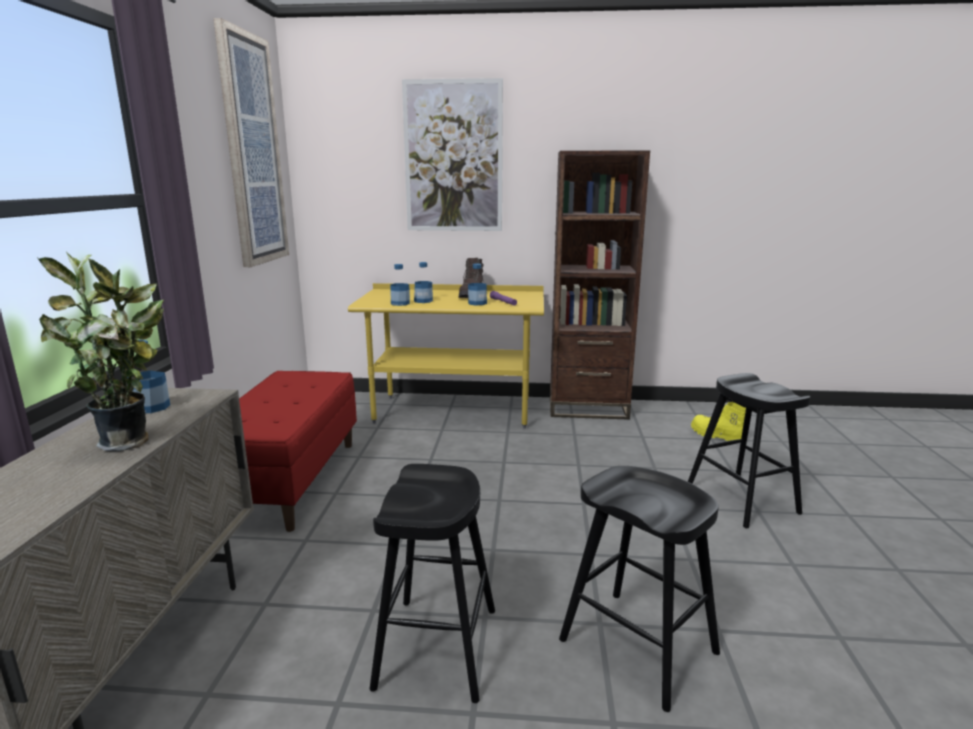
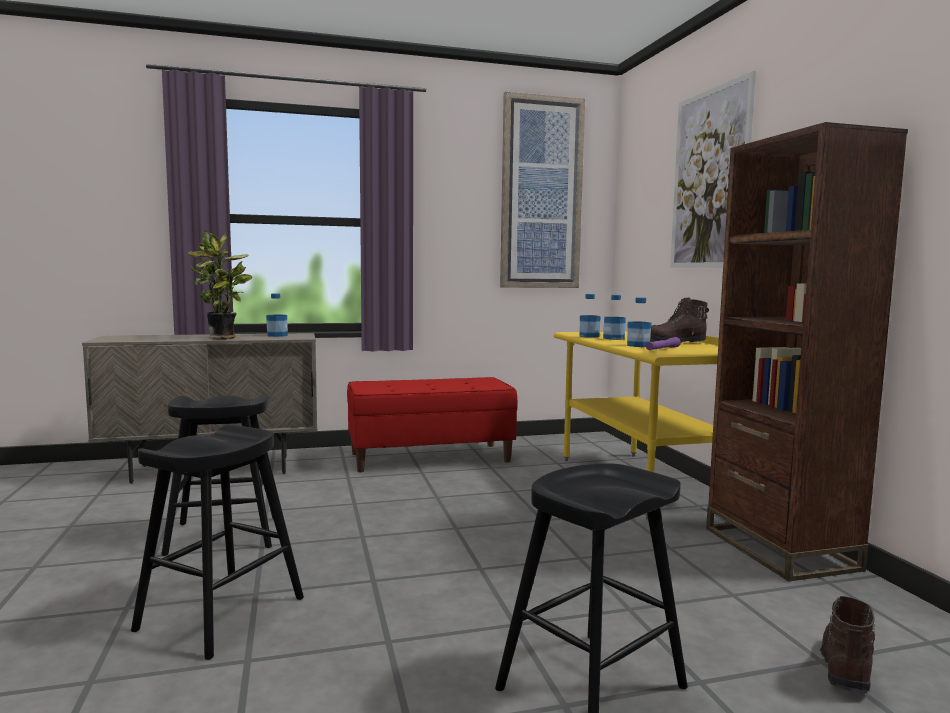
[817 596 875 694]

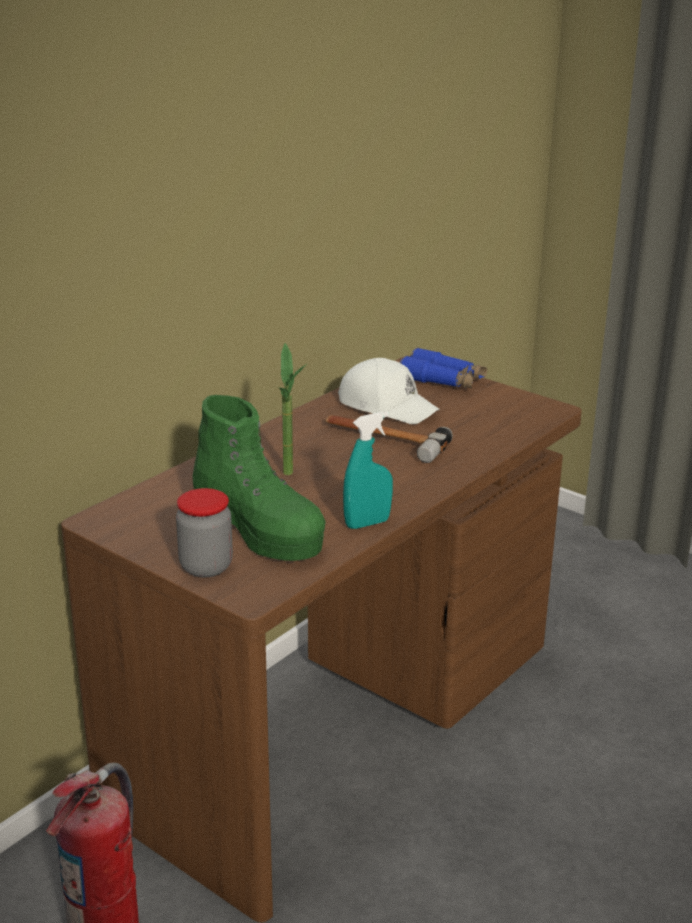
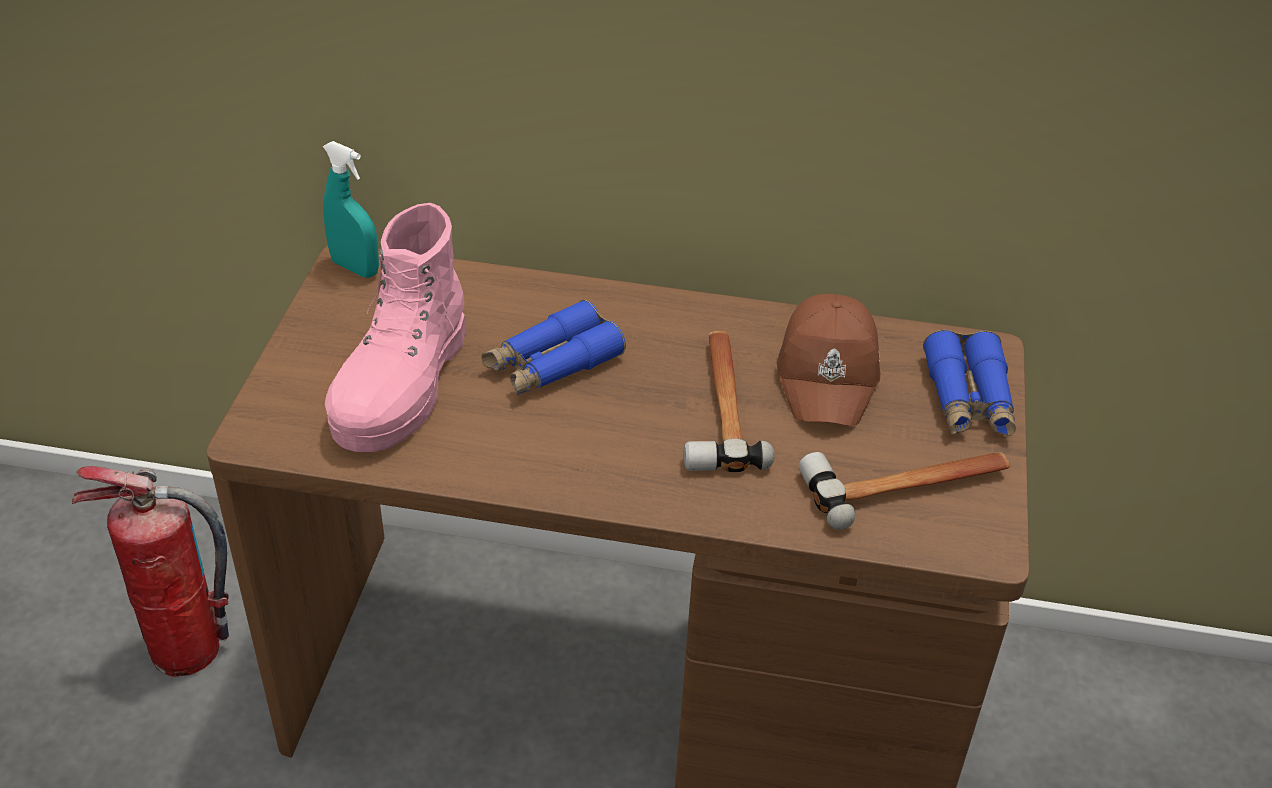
[176 488 233 578] (first image)
[799 452 1010 530]
[323 141 379 277]
[482 300 626 396]
[325 203 466 452]
[777 294 880 426]

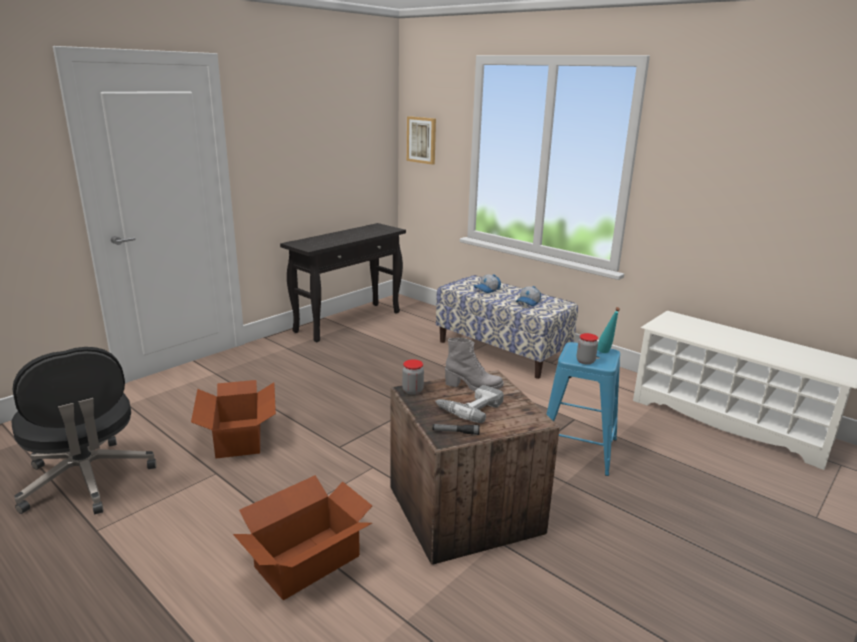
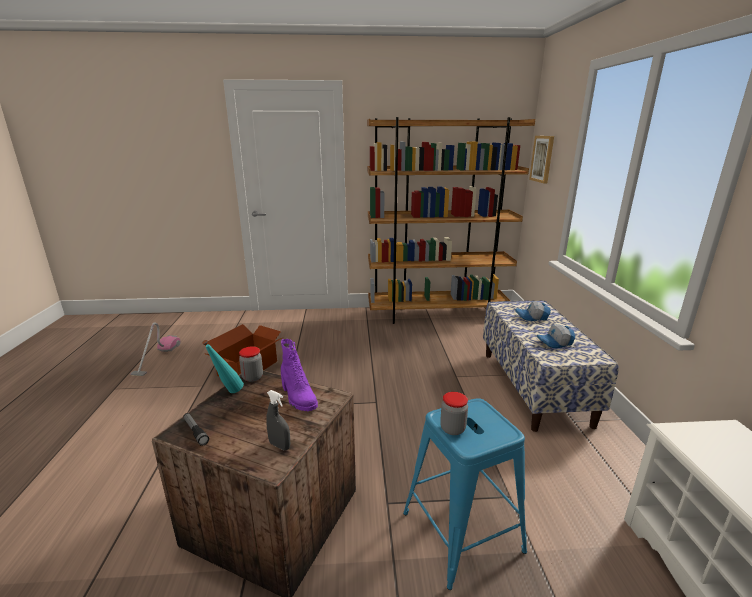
[233 475 372 600] (first image)
[436 385 504 423] (first image)
[266 390 290 450]
[202 340 244 393]
[130 322 181 376]
[367 117 535 324]
[281 339 318 411]

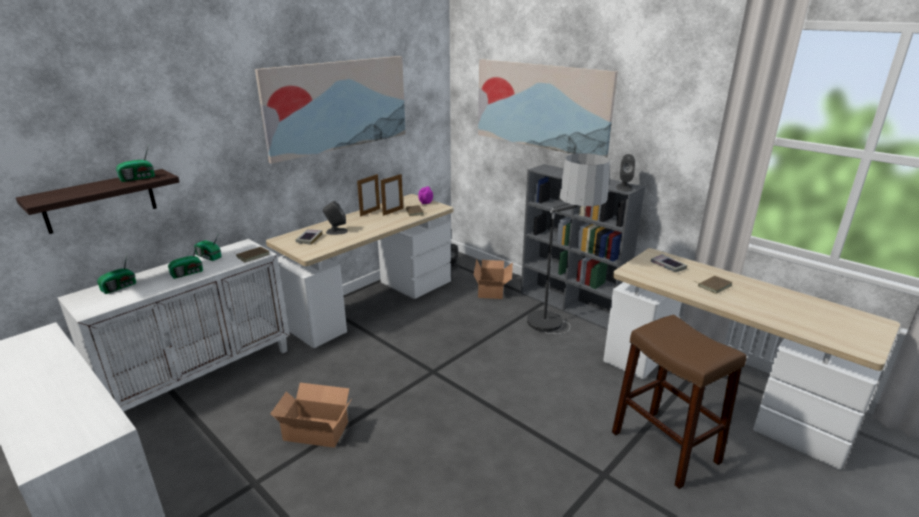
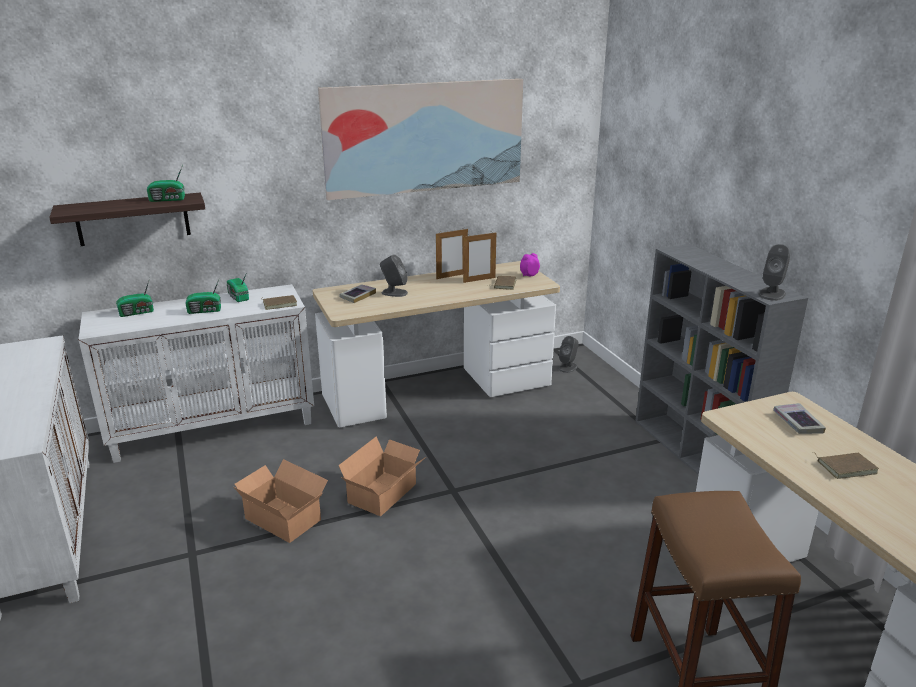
[478 59 618 158] (first image)
[527 153 610 334] (first image)
[339 436 426 516]

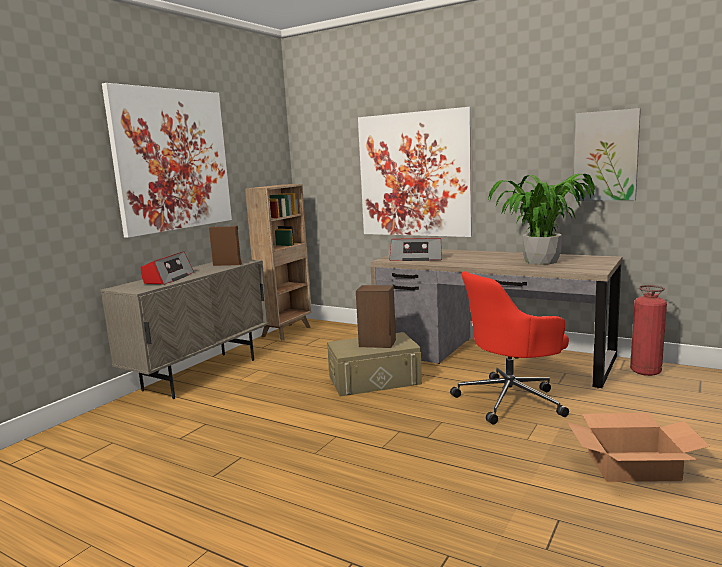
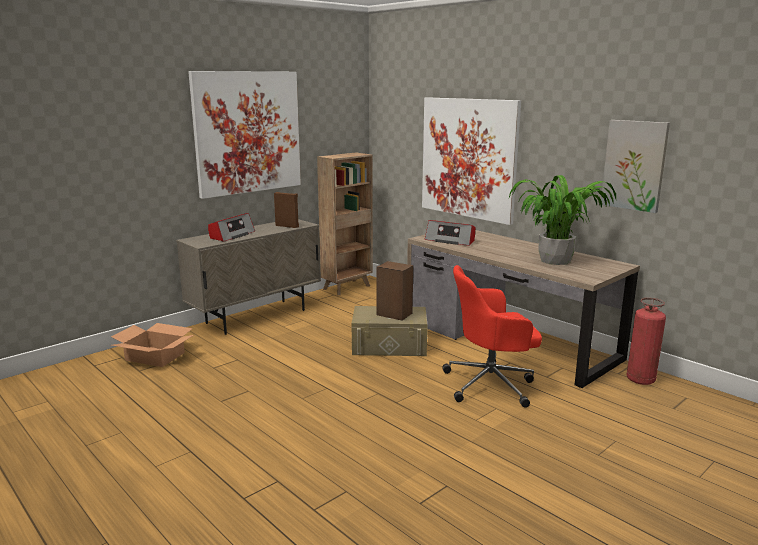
[111 323 194 367]

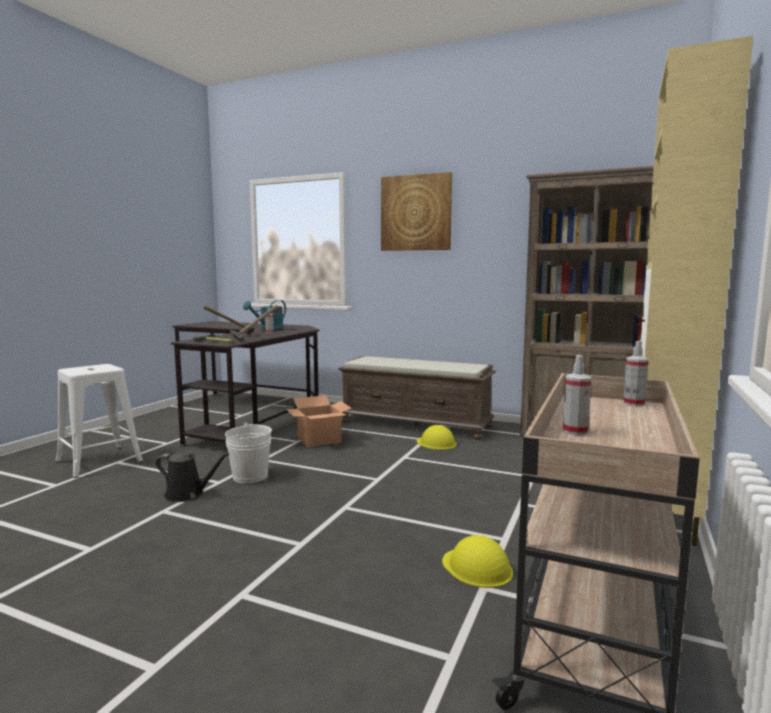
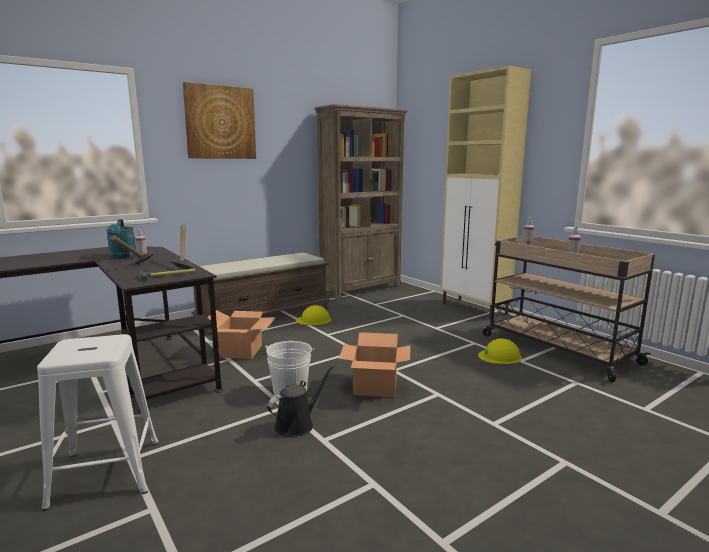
[339 332 410 397]

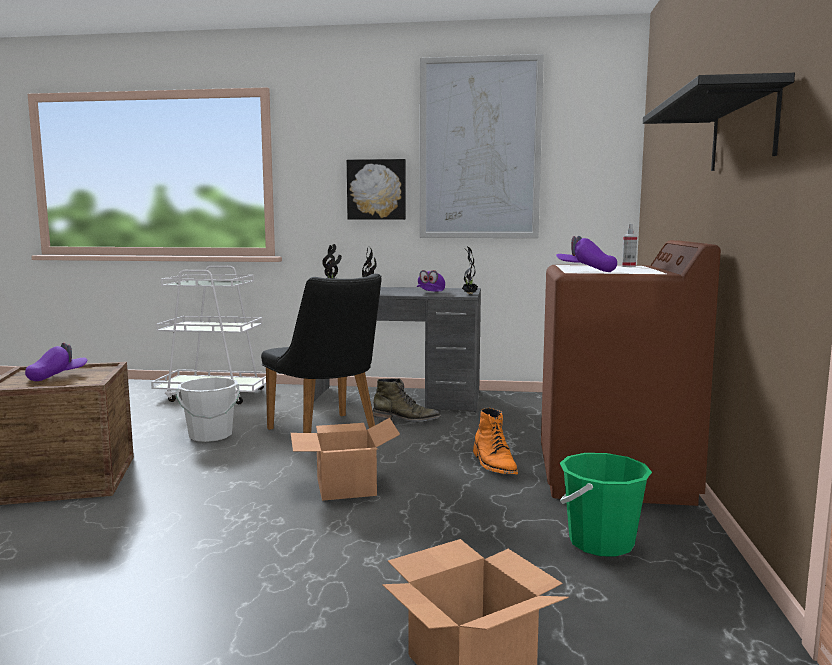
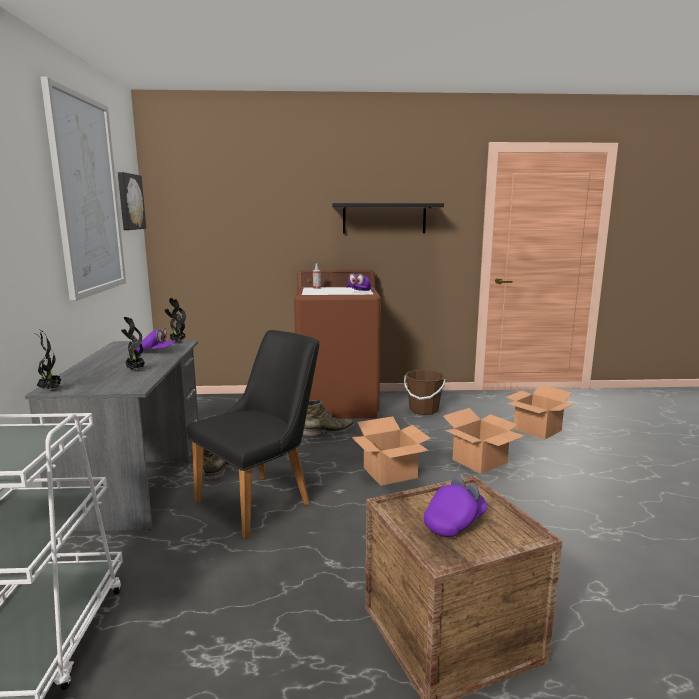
[177 378 240 442] (first image)
[443 408 525 474]
[118 172 146 230]
[303 400 354 436]
[404 370 446 415]
[424 477 487 537]

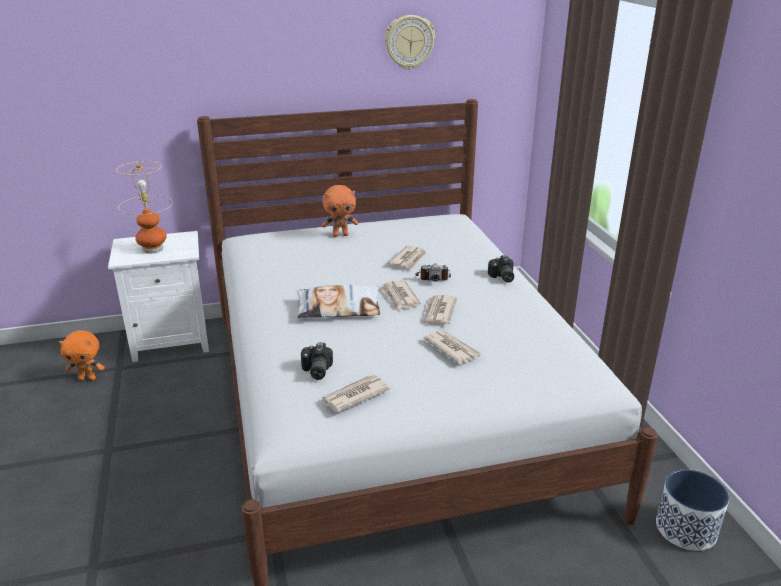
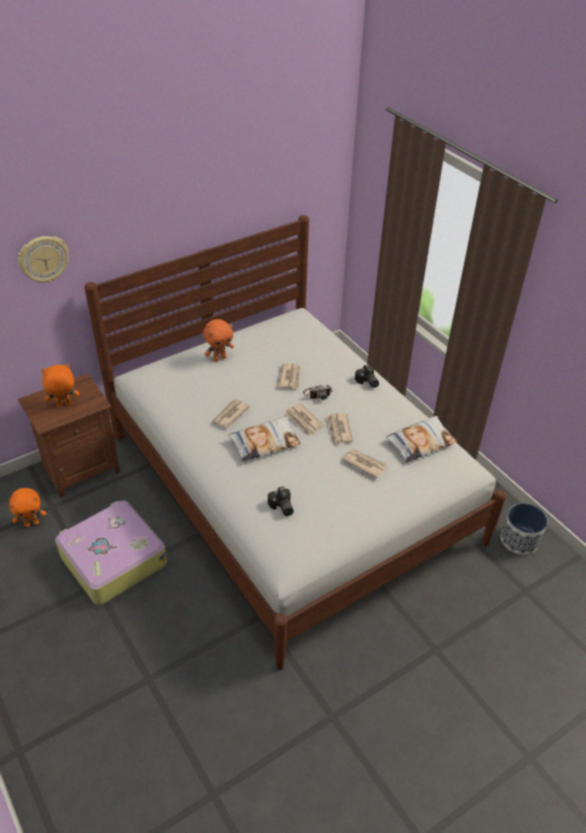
[55 500 167 605]
[386 416 457 463]
[212 399 250 428]
[18 236 68 283]
[41 364 79 407]
[18 374 120 498]

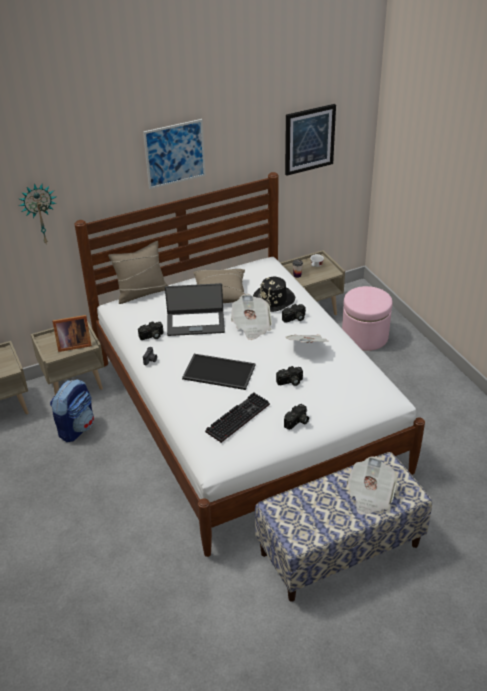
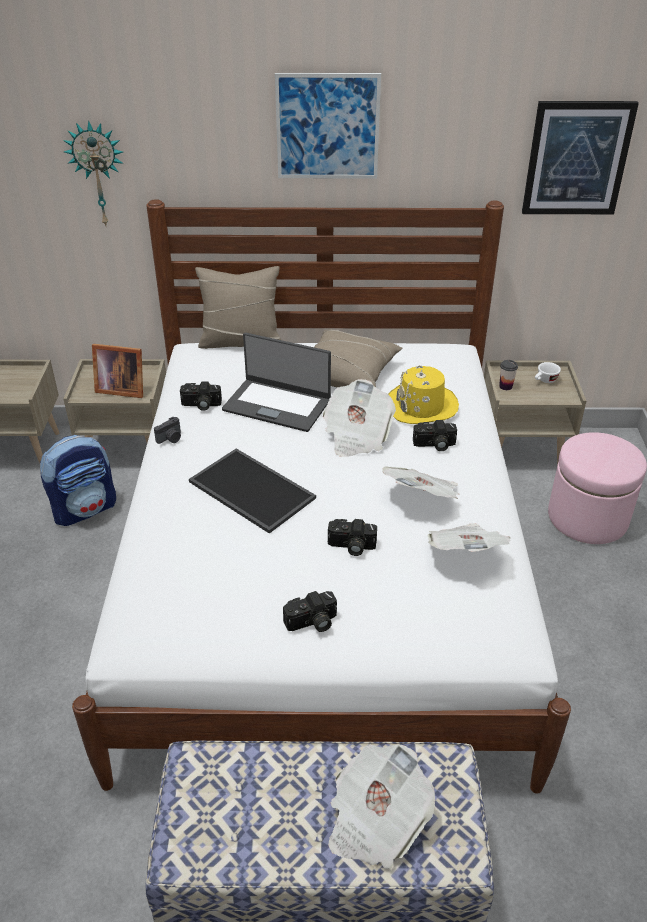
[205 392 270 443] (first image)
[427 523 511 552]
[388 365 459 424]

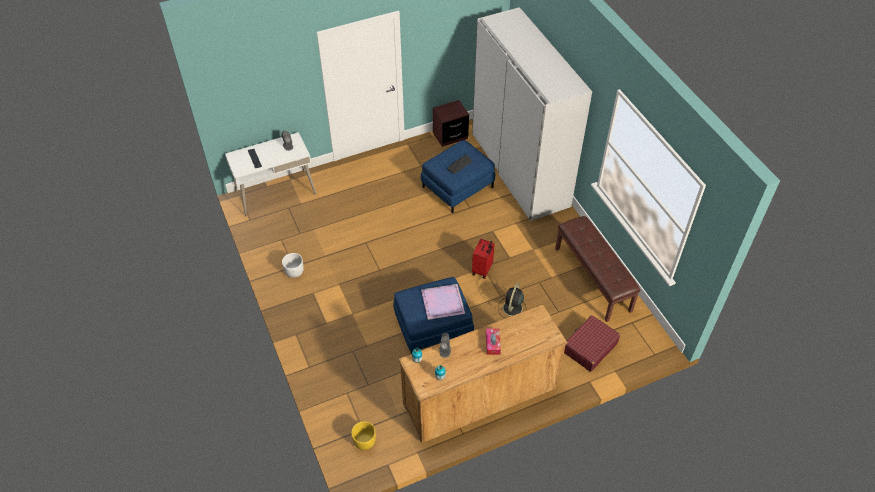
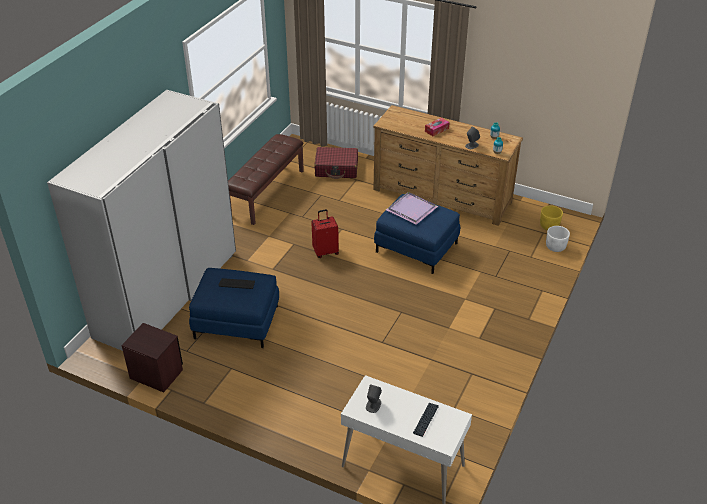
[498 283 527 318] (first image)
[546 226 570 252]

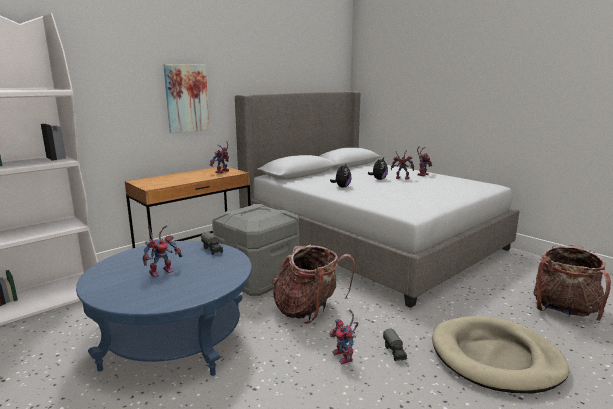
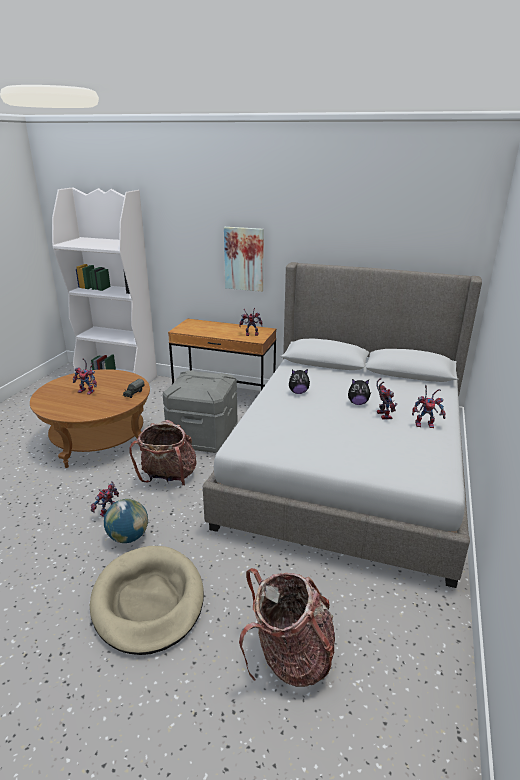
[104 499 148 543]
[30 369 150 468]

